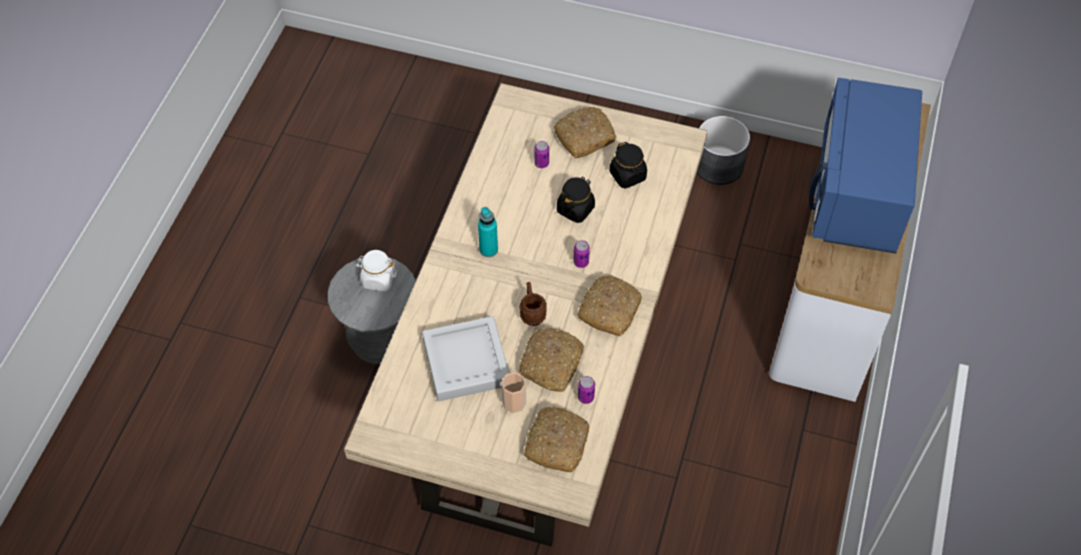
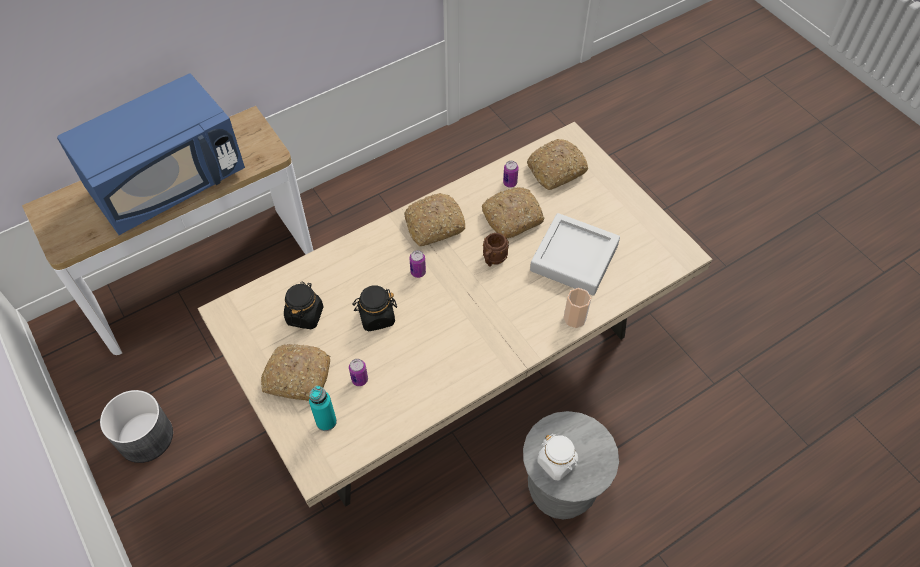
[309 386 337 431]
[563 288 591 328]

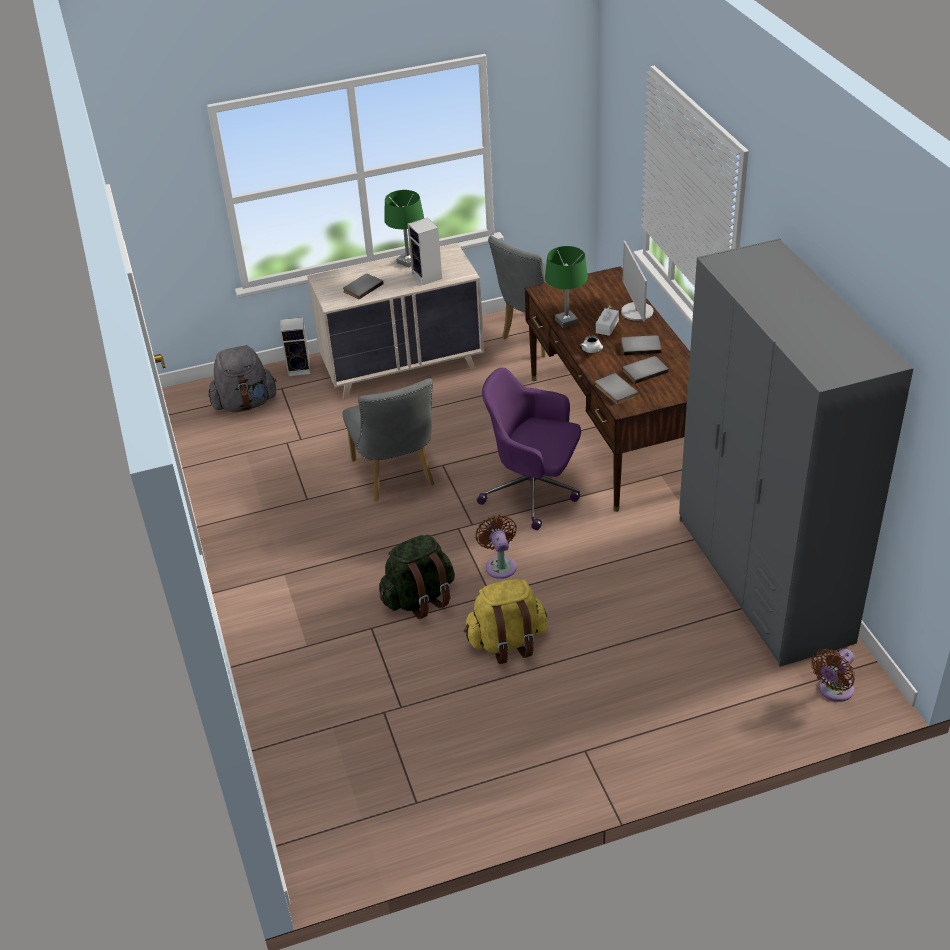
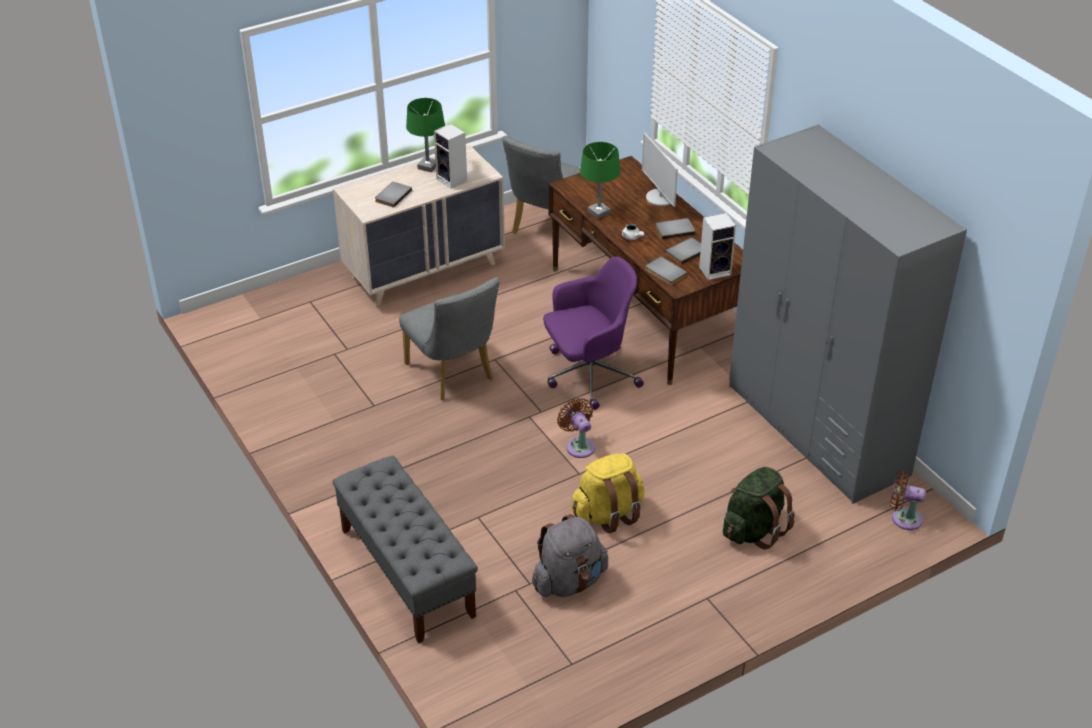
[596 306 619 336] (first image)
[332 456 478 643]
[532 514 608 597]
[699 213 736 280]
[723 467 795 549]
[543 256 644 410]
[890 470 926 530]

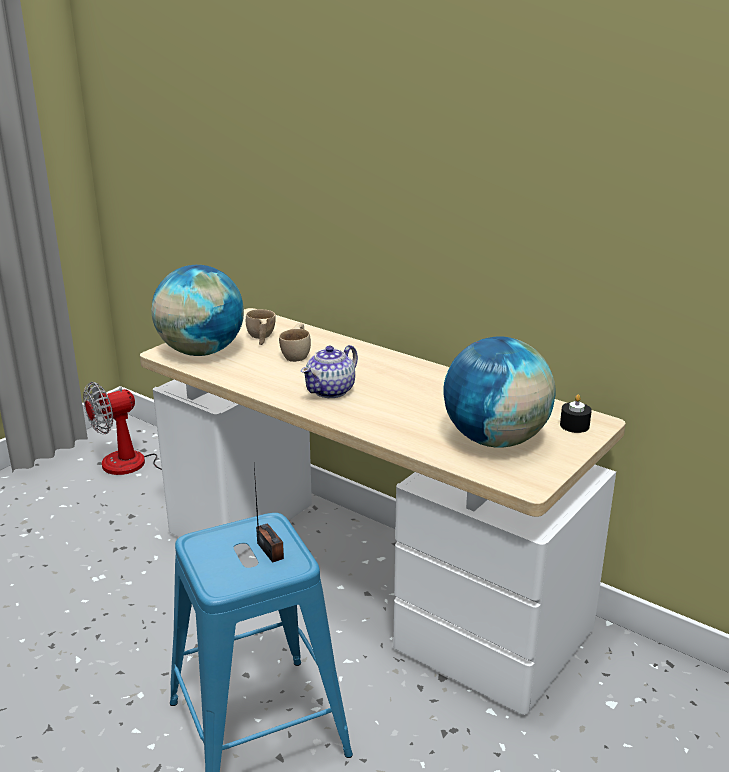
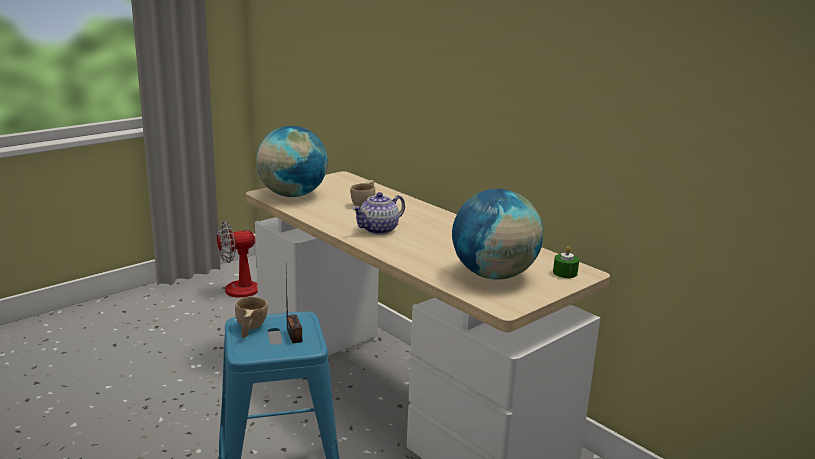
[235 296 268 338]
[553 246 579 278]

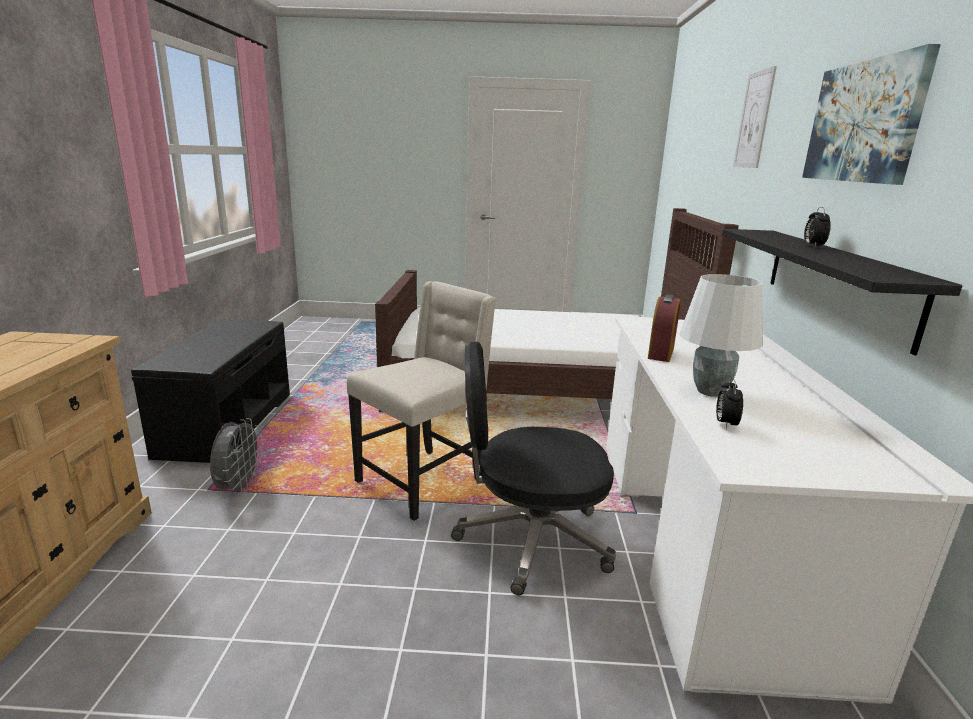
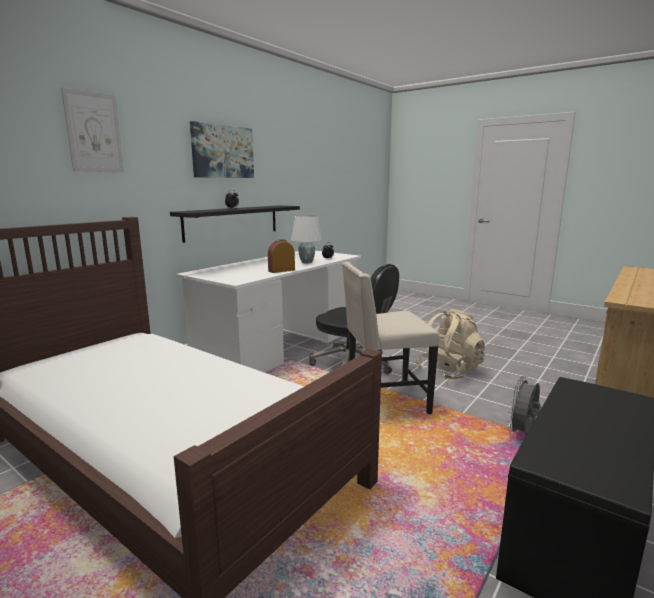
[416 309 485 380]

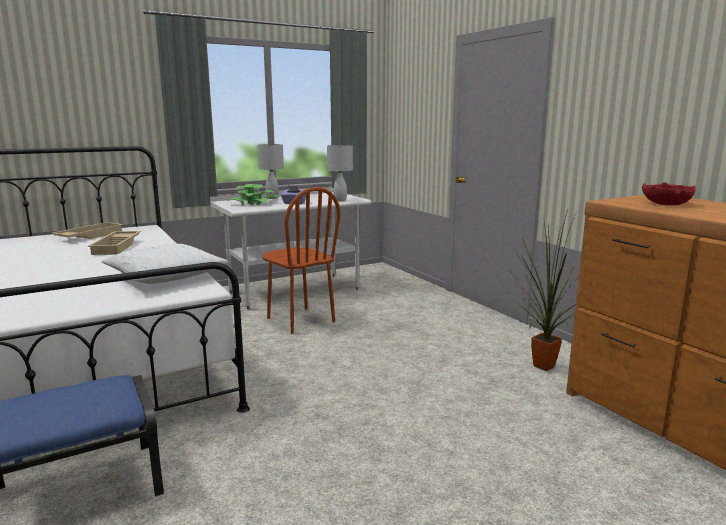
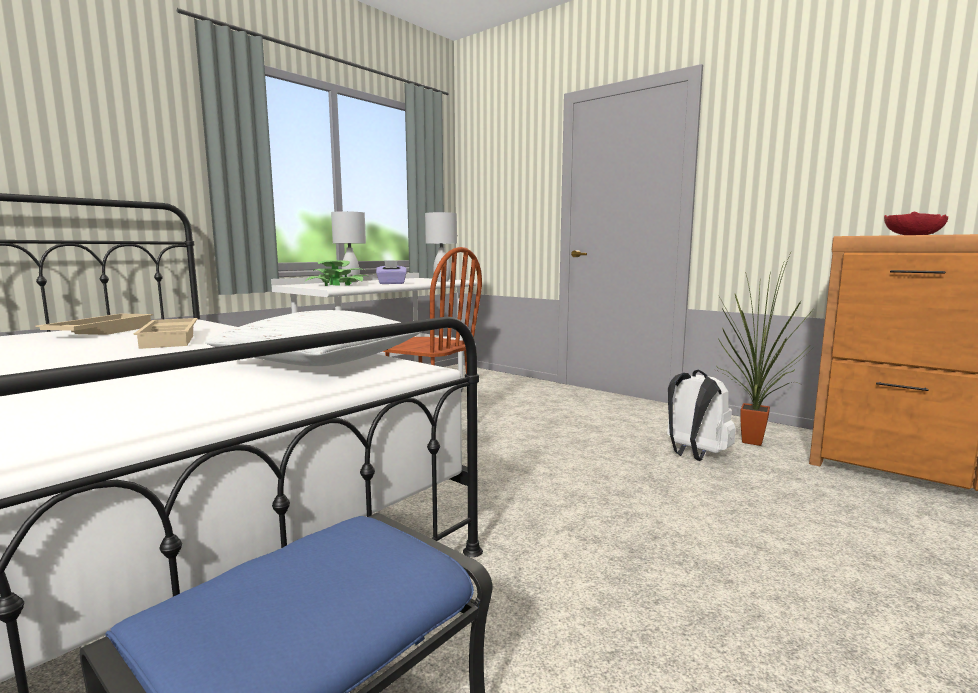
[667 370 735 461]

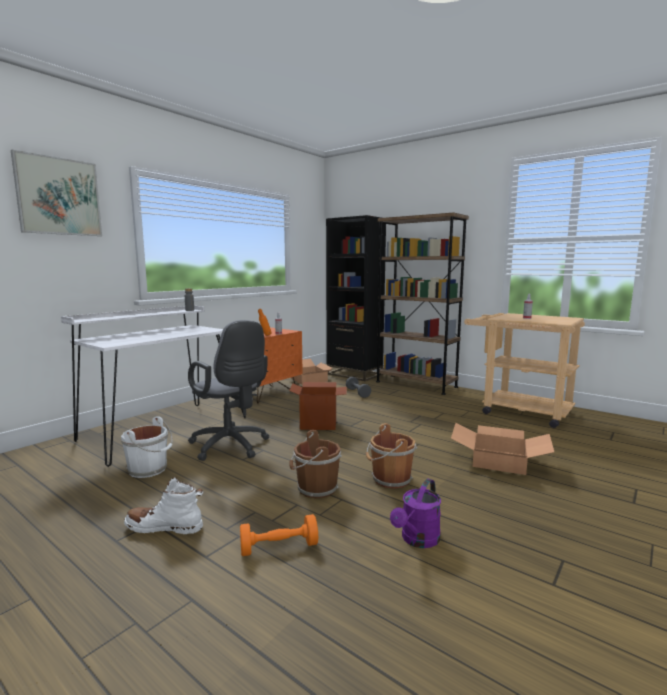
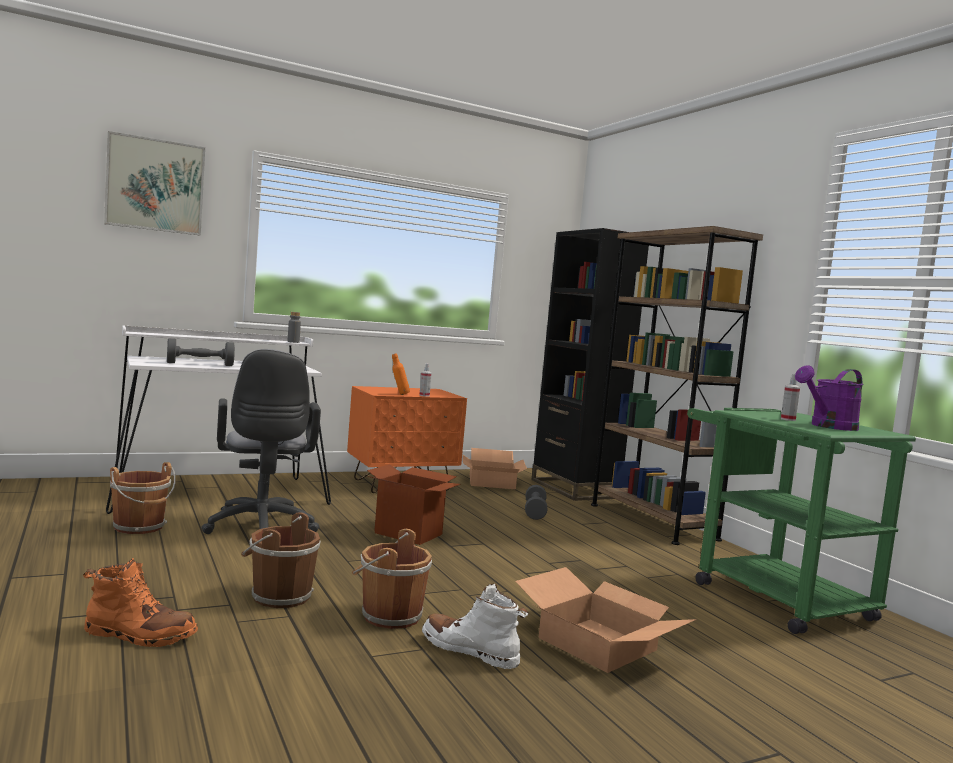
[167 338 235 366]
[422 584 528 669]
[795 365 864 431]
[83 558 198 647]
[110 462 176 534]
[687 408 916 634]

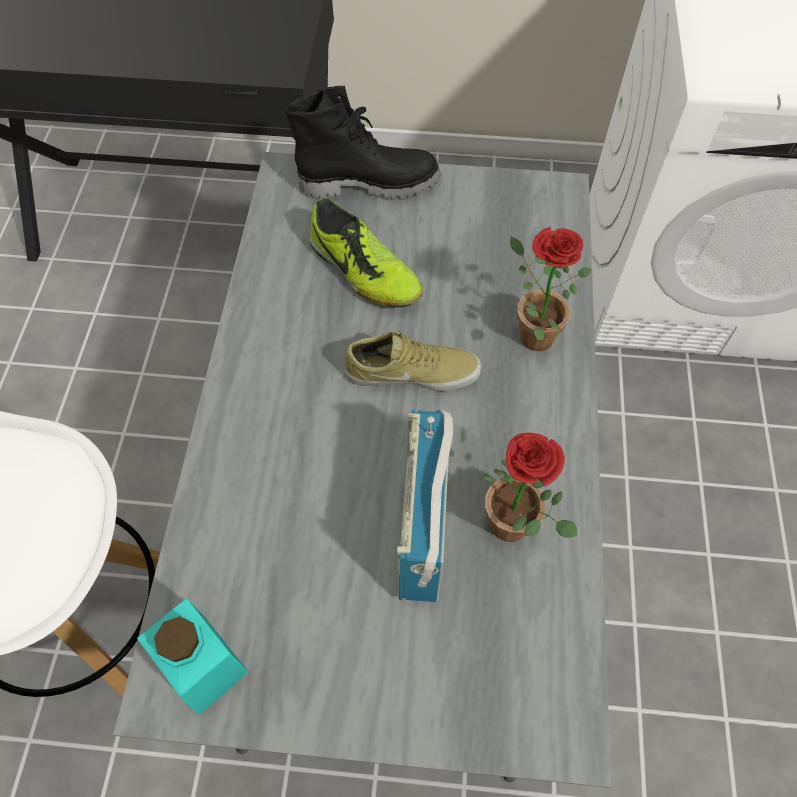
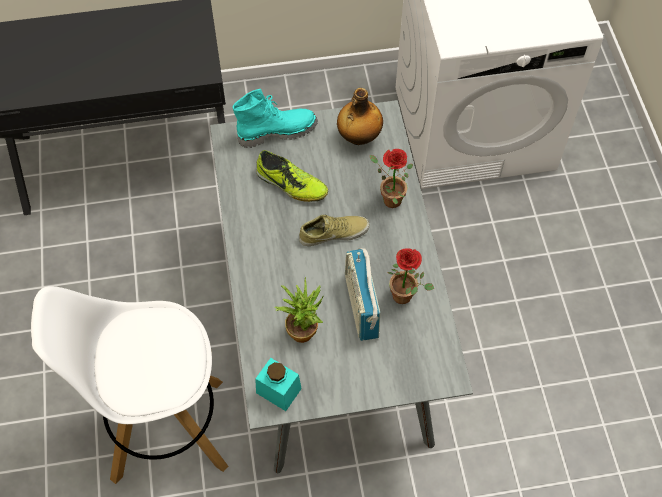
[274 277 323 343]
[337 88 383 145]
[233 89 318 148]

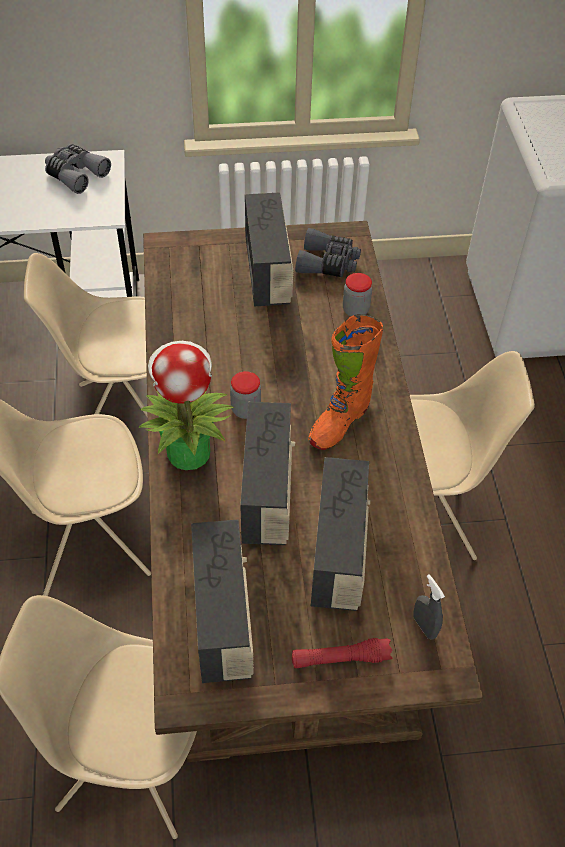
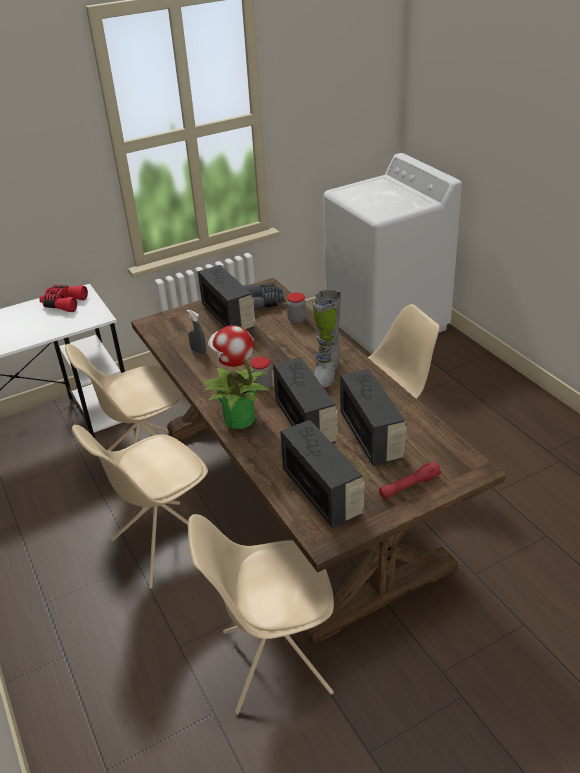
[187 310 206 355]
[39 285 88 312]
[313 290 341 389]

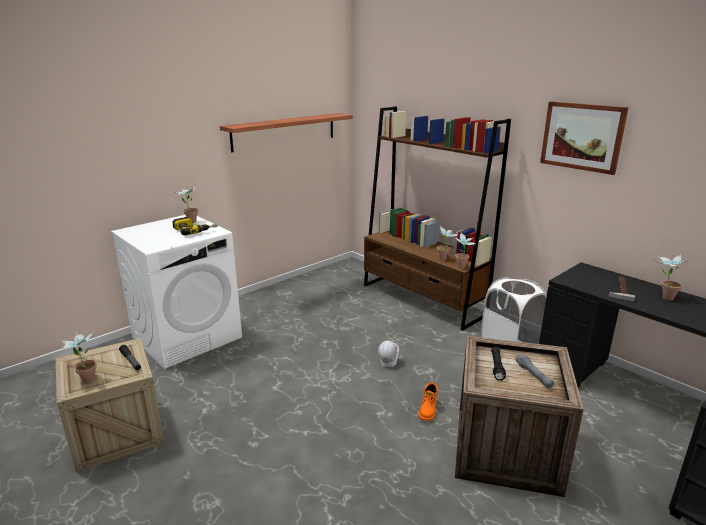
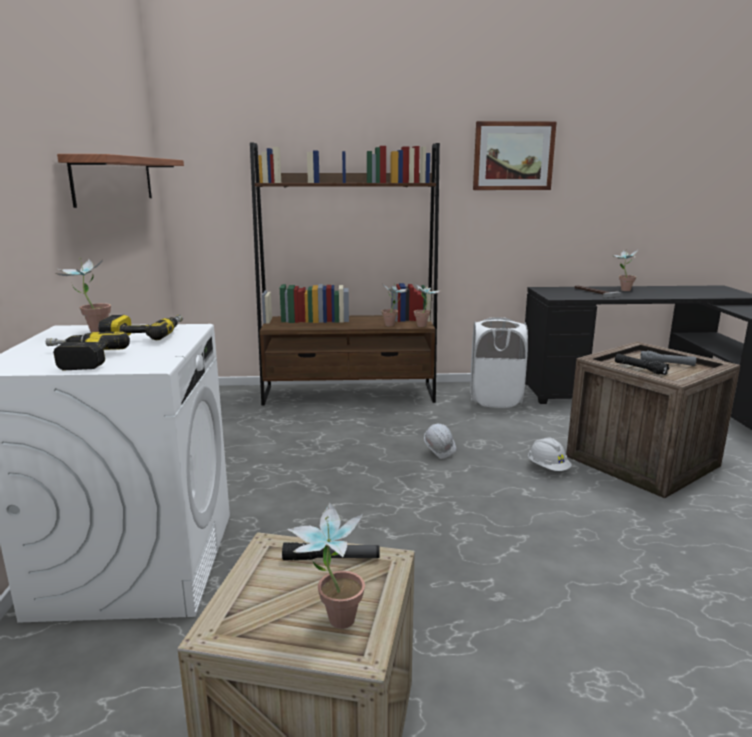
[46 331 130 371]
[528 437 572 471]

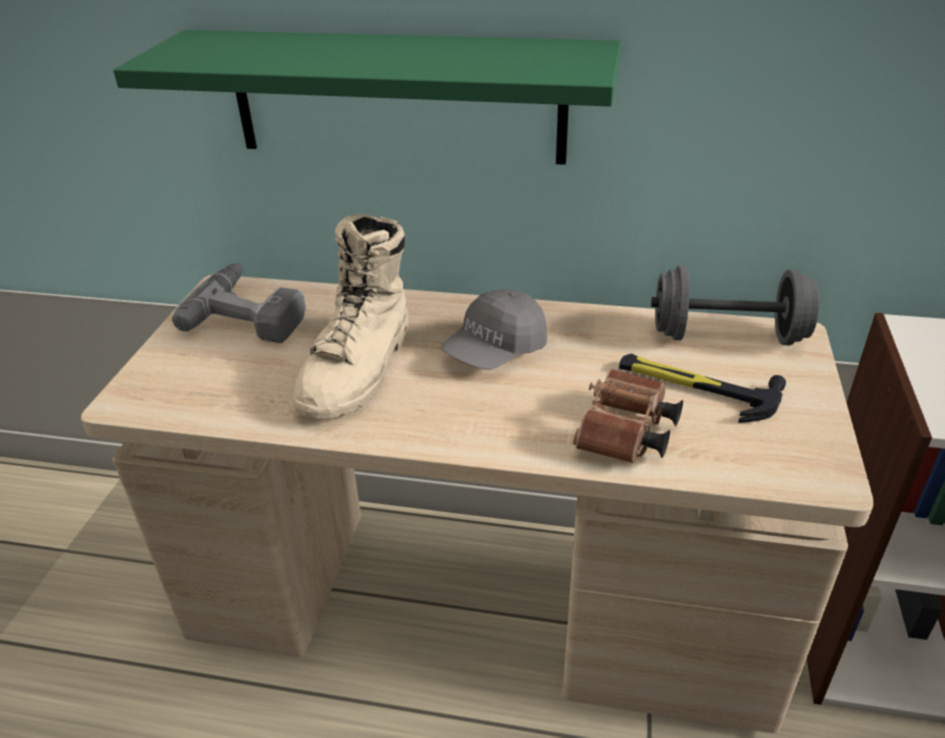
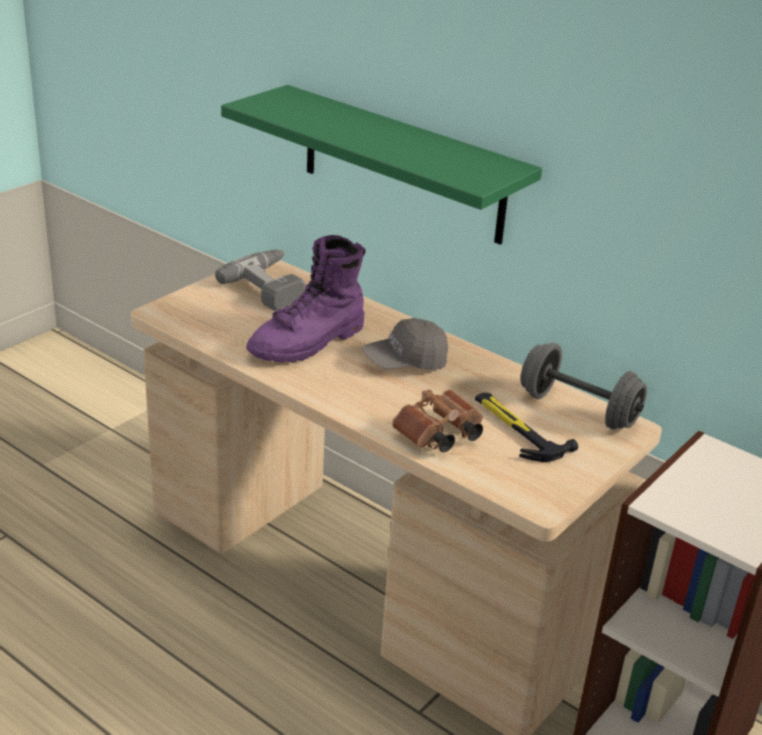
[247 235 366 363]

